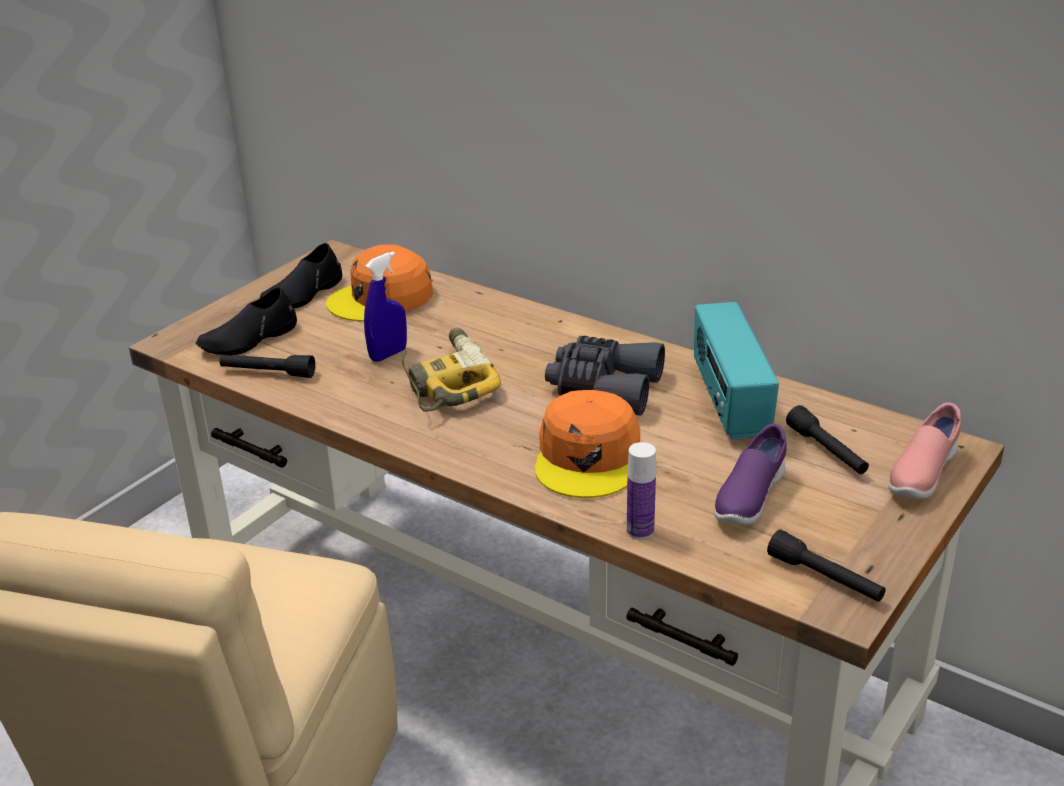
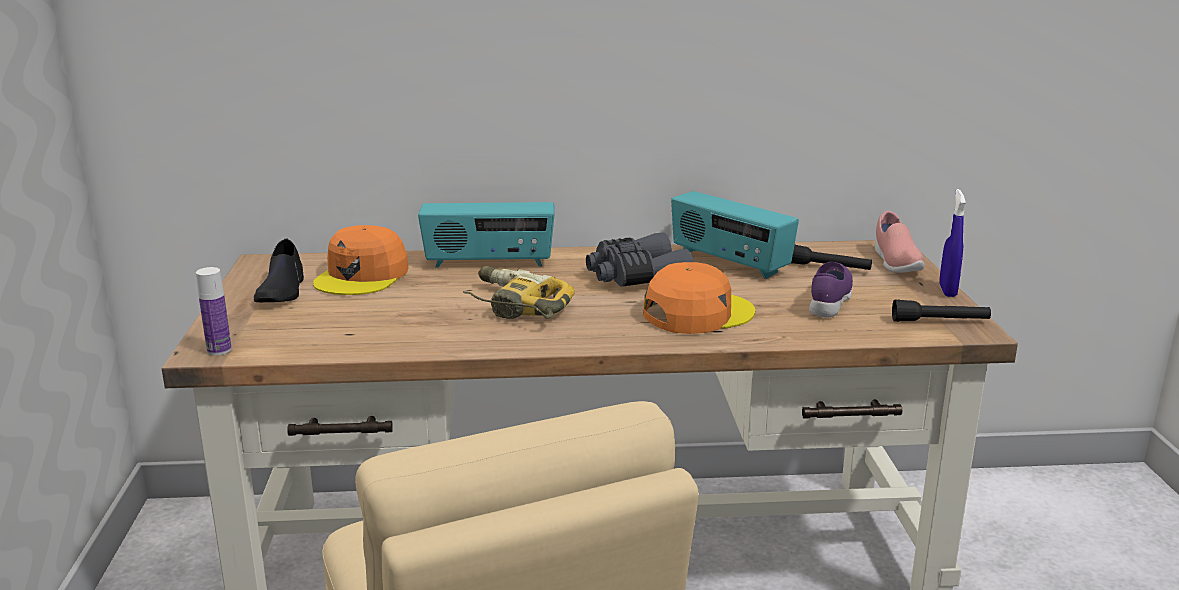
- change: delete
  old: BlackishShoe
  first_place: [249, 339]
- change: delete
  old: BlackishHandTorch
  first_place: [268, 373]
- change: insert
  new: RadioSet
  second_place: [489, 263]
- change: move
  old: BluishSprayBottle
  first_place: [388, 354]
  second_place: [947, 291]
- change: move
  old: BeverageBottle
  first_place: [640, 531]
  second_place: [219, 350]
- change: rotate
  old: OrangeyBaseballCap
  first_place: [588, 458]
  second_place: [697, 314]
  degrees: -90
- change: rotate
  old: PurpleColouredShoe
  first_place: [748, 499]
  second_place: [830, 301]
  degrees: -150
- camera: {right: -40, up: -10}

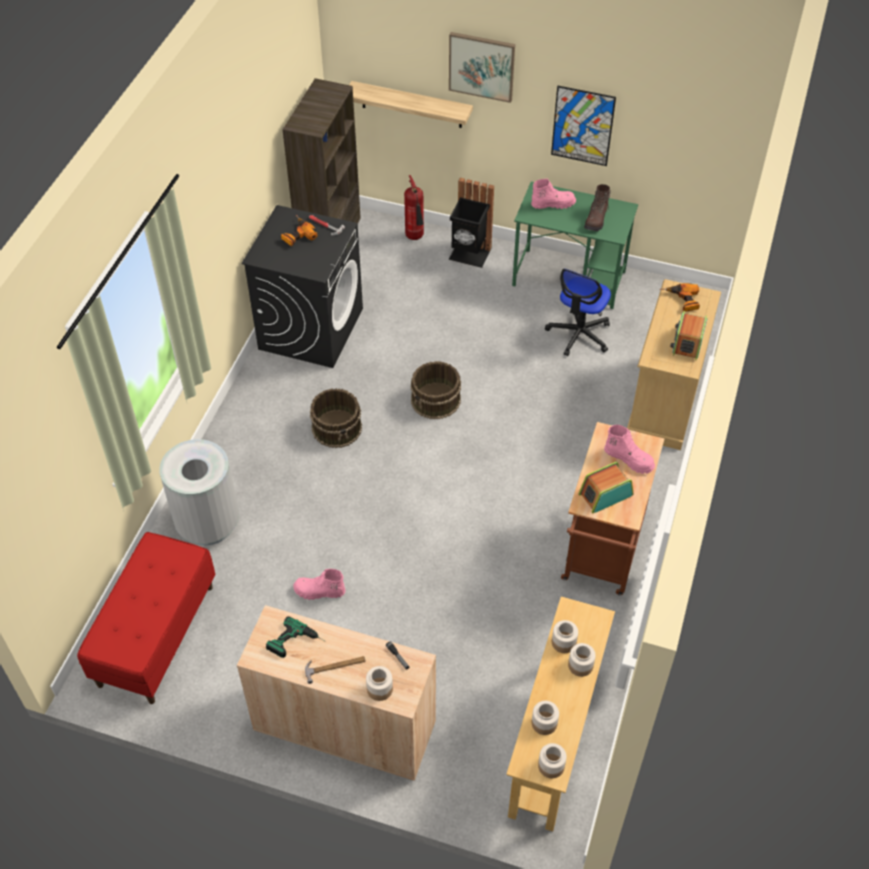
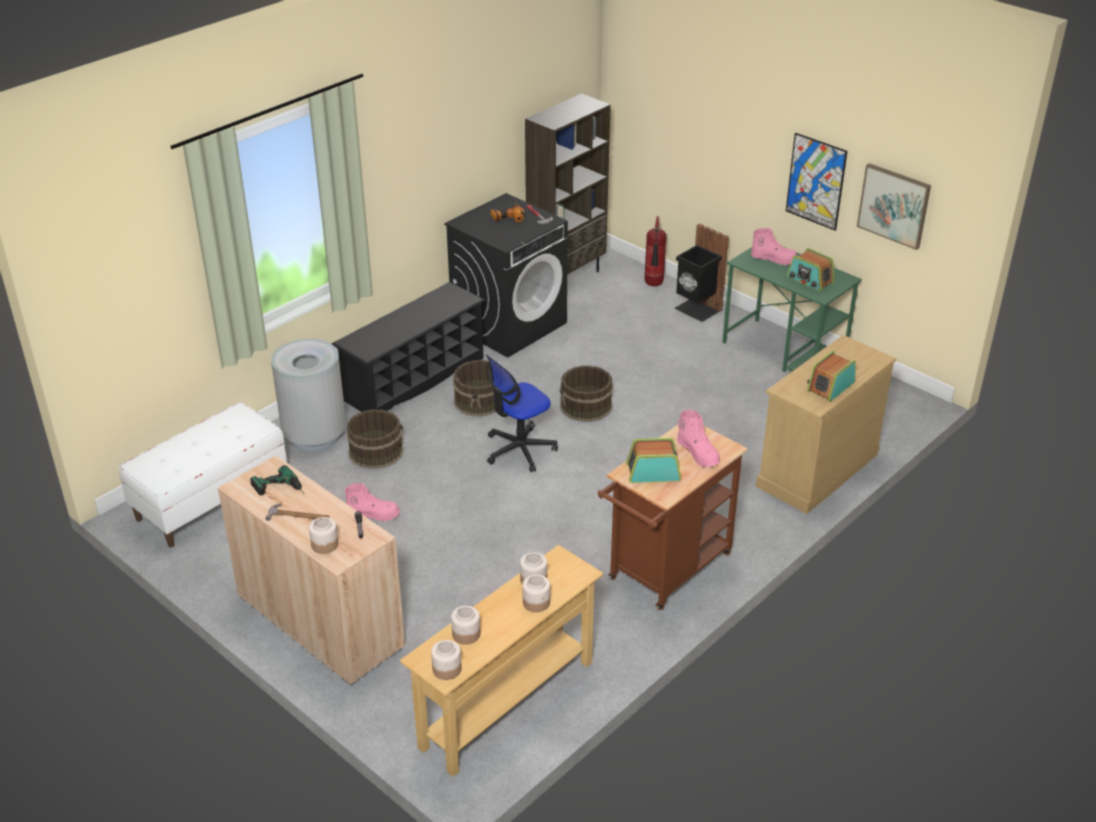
- change: delete
  old: BracketShelf
  first_place: [411, 105]
- change: delete
  old: PowerDrill
  first_place: [682, 301]
- change: insert
  new: BlackishShoeRack
  second_place: [414, 379]
- change: insert
  new: BrownBucket
  second_place: [376, 451]
- change: move
  old: WallArt
  first_place: [481, 66]
  second_place: [894, 205]
- change: move
  old: DeskChair
  first_place: [579, 334]
  second_place: [519, 450]
- change: replace
  old: BrownHighTopBoot
  new: RadioSet
  first_place: [596, 219]
  second_place: [810, 280]
- change: recolor
  old: ReddishBench
  new: WhitishBench
  first_place: [156, 635]
  second_place: [211, 499]
- change: rotate
  old: PinkishHighTopBoot
  first_place: [319, 592]
  second_place: [373, 514]
  degrees: 150
- camera: {right: 25, up: -15}

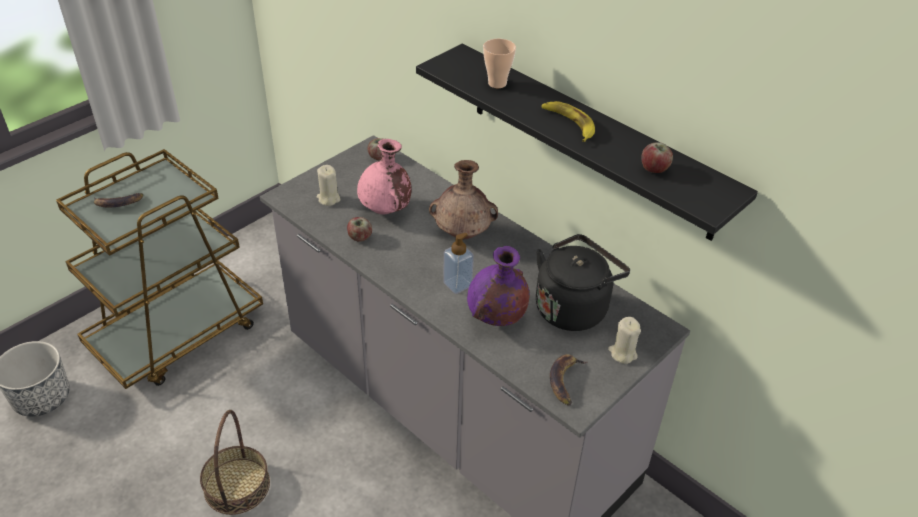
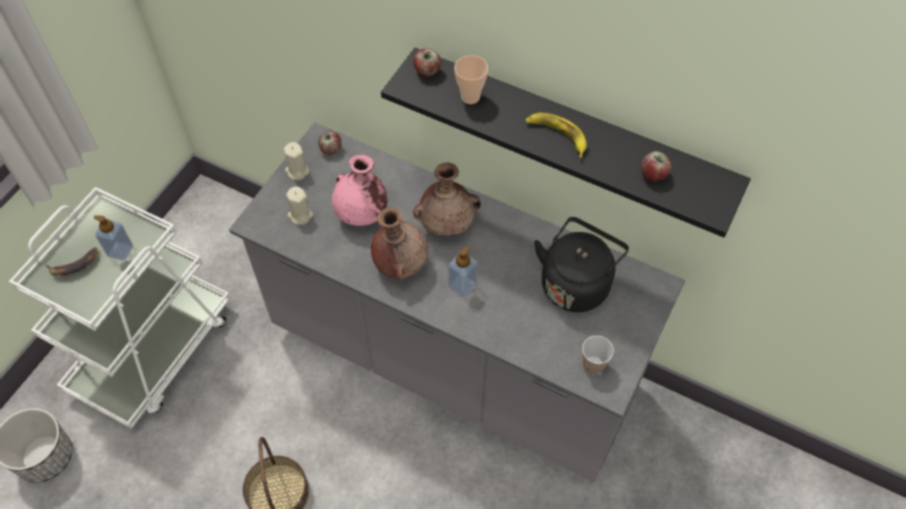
- change: delete
  old: PurpleColouredDecorativeVase
  first_place: [496, 317]
- change: insert
  new: SoapBottle
  second_place: [120, 251]
- change: insert
  new: BrownDecorativeVase
  second_place: [400, 263]
- change: move
  old: AppleFruit
  first_place: [360, 238]
  second_place: [427, 71]
- change: move
  old: BeigeColouredWaxLight
  first_place: [622, 353]
  second_place: [297, 171]
- change: replace
  old: BananaFruit
  new: DrinkingCup
  first_place: [565, 380]
  second_place: [593, 365]
- change: recolor
  old: BrownCart
  new: WhitishCart
  first_place: [178, 334]
  second_place: [153, 350]
- camera: {right: -15, up: 15}

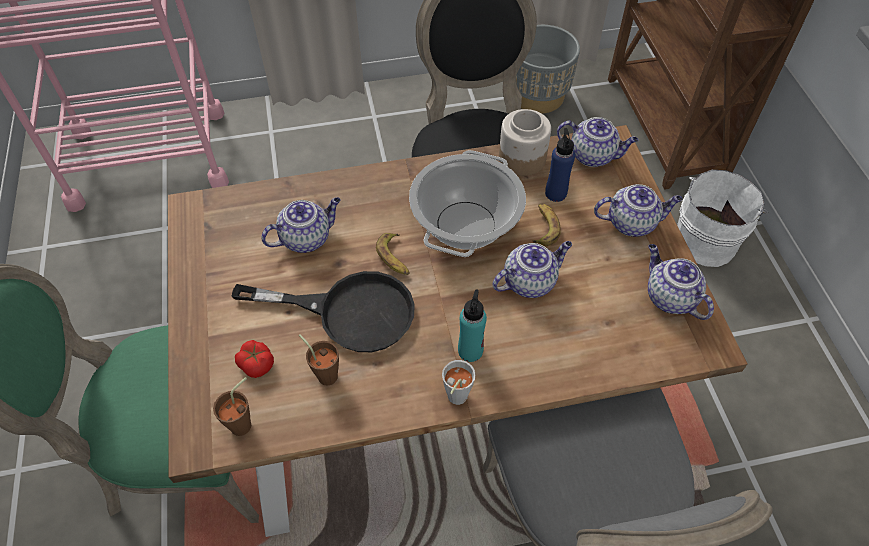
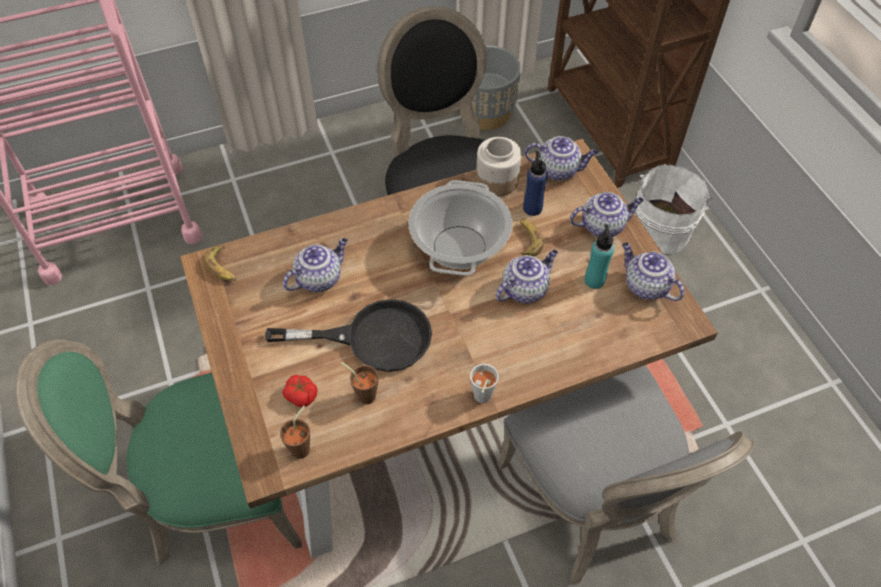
- change: move
  old: BananaFruit
  first_place: [394, 258]
  second_place: [222, 267]
- change: move
  old: TurquoiseBeverageBottle
  first_place: [470, 350]
  second_place: [594, 280]
- camera: {right: -10, up: 0}

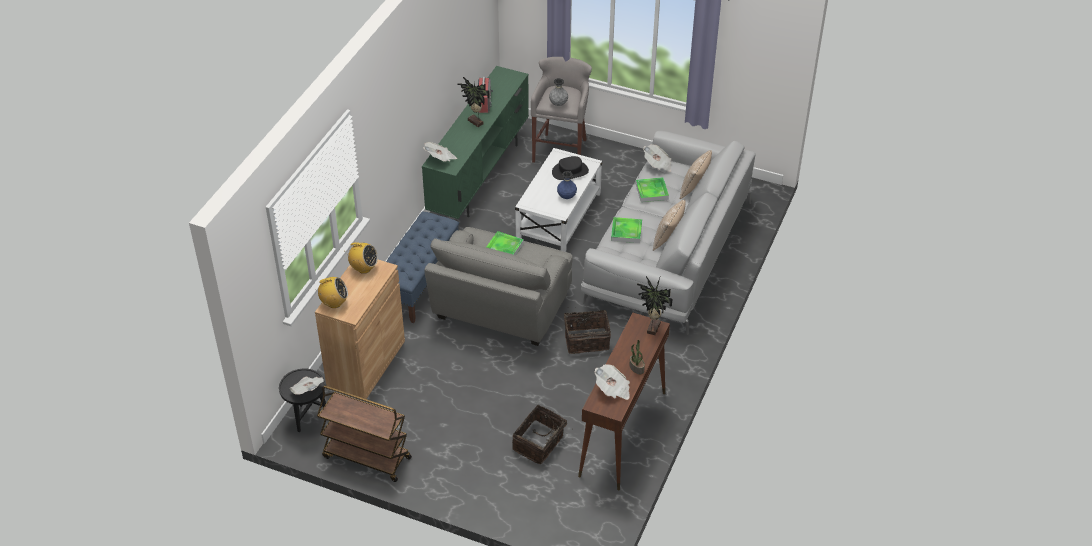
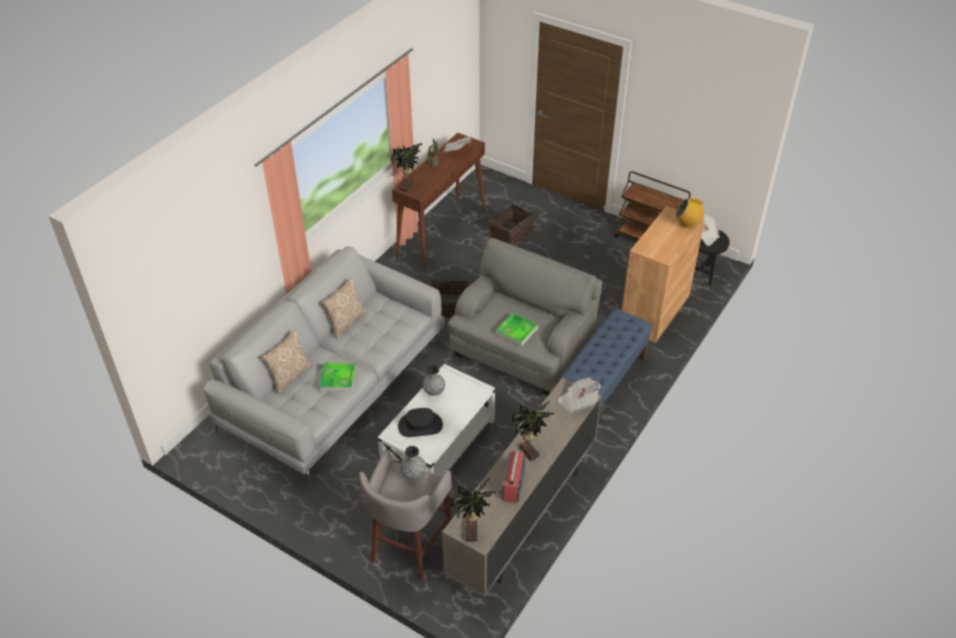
- change: delete
  old: RadioSet
  first_place: [363, 268]
- change: delete
  old: ServingTray
  first_place: [626, 232]
- change: delete
  old: DailyPaper
  first_place: [657, 164]
- change: insert
  new: PottedPlant
  second_place: [473, 532]
- change: recolor
  old: GreenTvStand
  new: BeigeColouredTvStand
  first_place: [479, 176]
  second_place: [522, 518]
- change: recolor
  old: BluishDecorativeVase
  new: GreyDecorativeVase
  first_place: [566, 197]
  second_place: [434, 392]
- camera: {right: -170, up: 0}

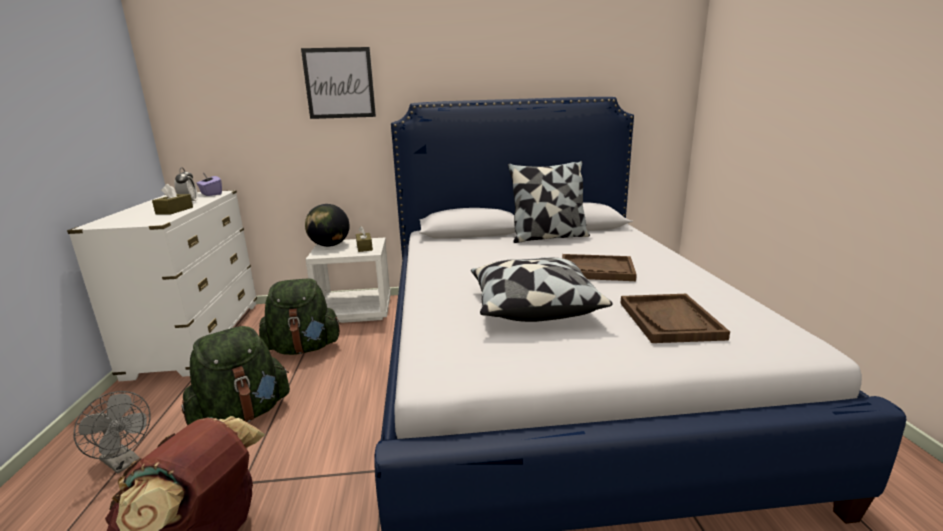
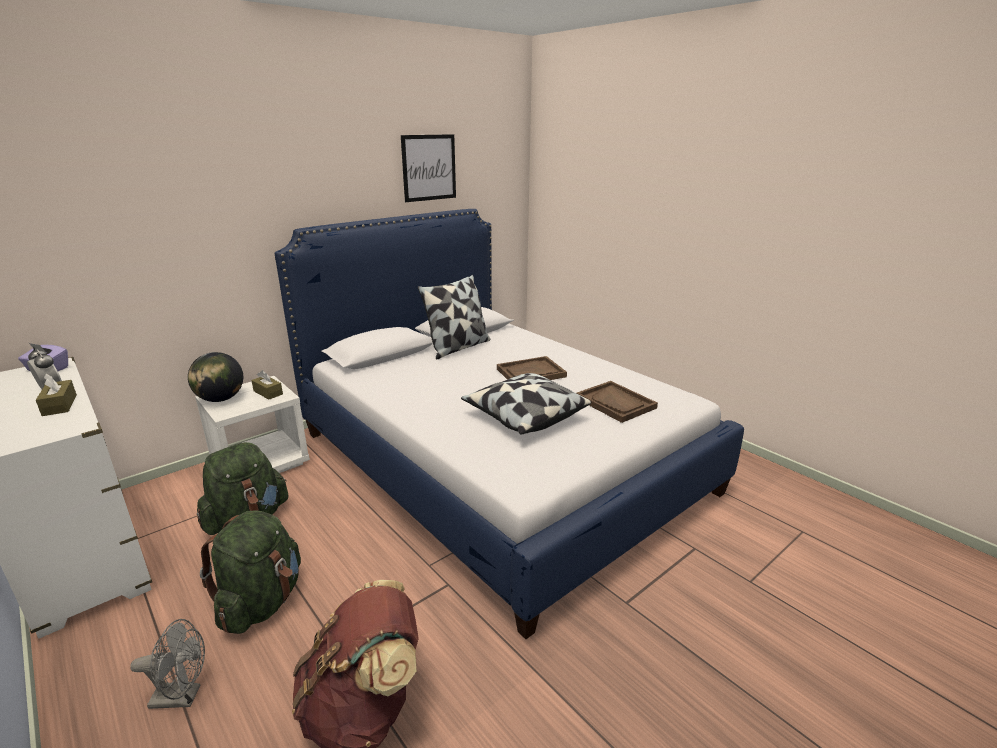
- change: move
  old: WallArt
  first_place: [339, 83]
  second_place: [429, 167]
- camera: {right: -35, up: 5}

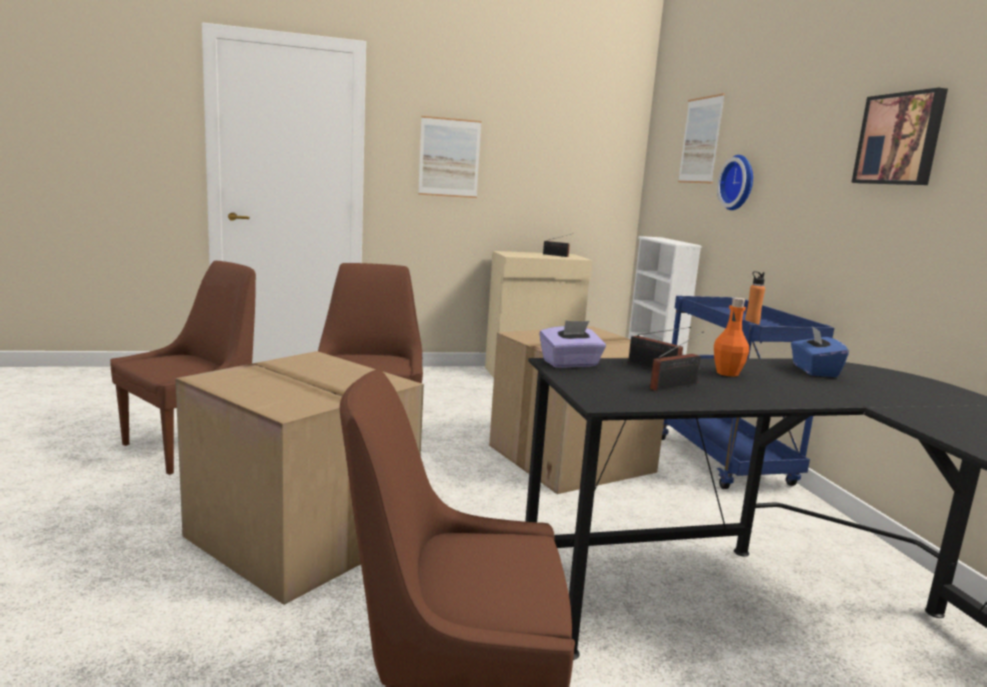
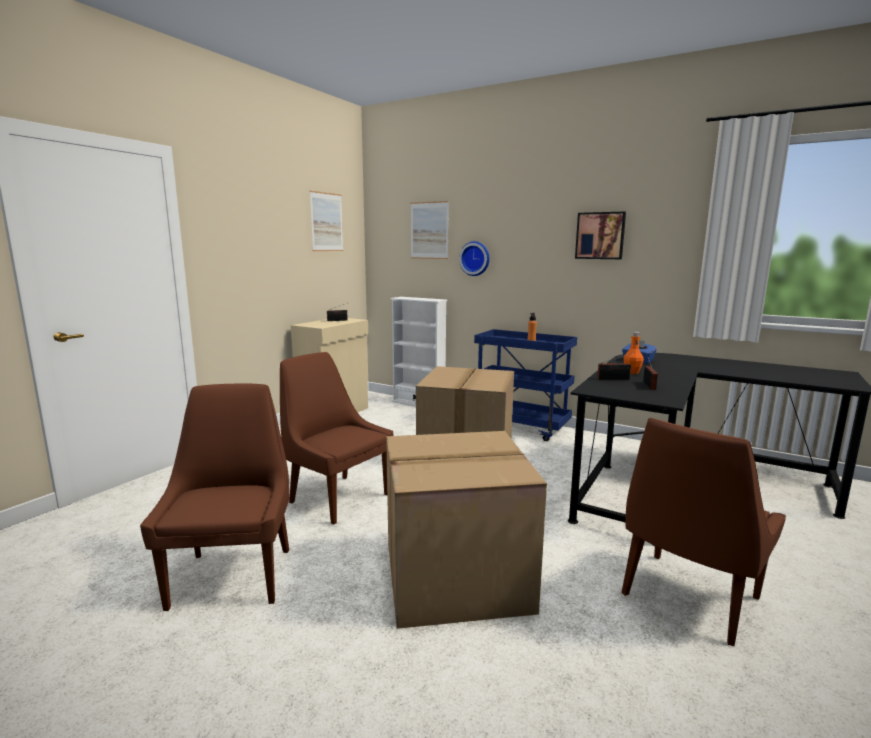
- change: delete
  old: PurpleColouredBoxOfTissues
  first_place: [570, 364]
- change: move
  old: WallArt
  first_place: [449, 157]
  second_place: [327, 222]
- camera: {right: -45, up: 0}

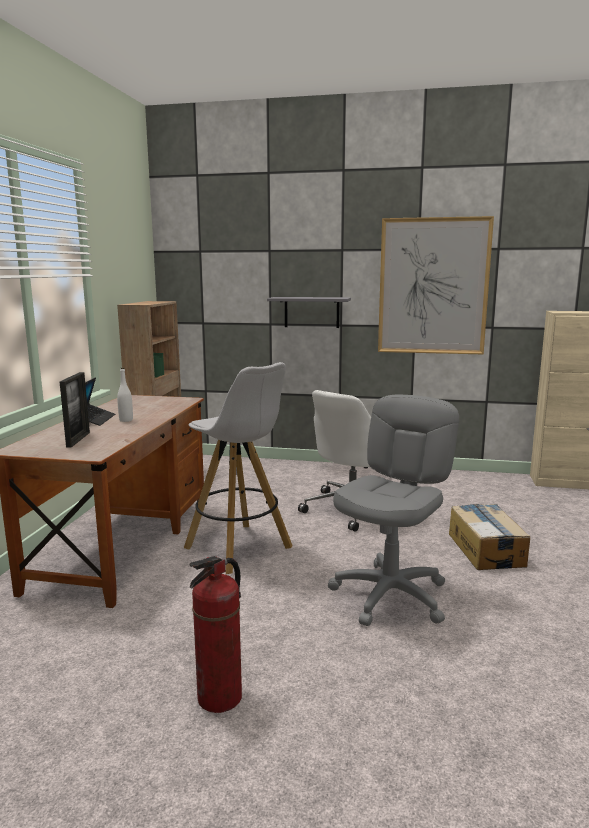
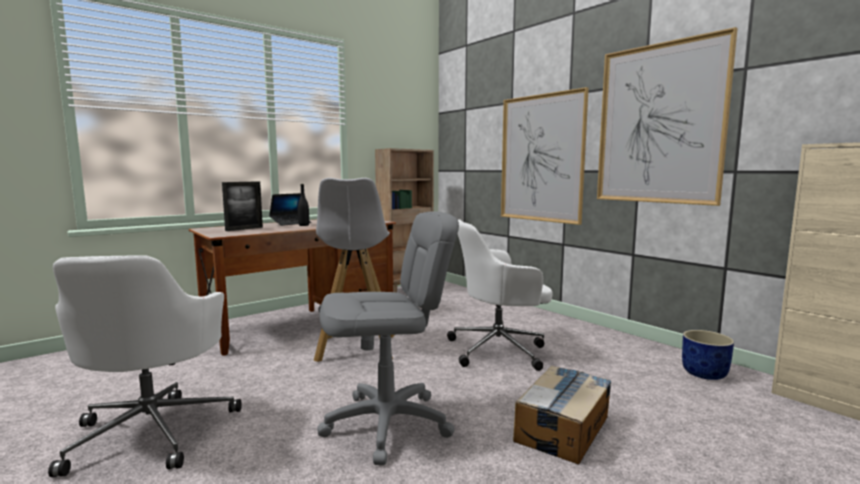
- change: insert
  new: BluishPlanter
  second_place: [703, 373]
- change: replace
  old: FireFightingCylinder
  new: WhitishDeskChair
  first_place: [220, 697]
  second_place: [153, 431]
- change: replace
  old: GreyBracketShelf
  new: WallArt
  first_place: [311, 312]
  second_place: [541, 158]
- change: recolor
  old: WhitishBeverageBottle
  new: BlackishBeverageBottle
  first_place: [126, 420]
  second_place: [303, 225]
- camera: {right: 40, up: -5}

